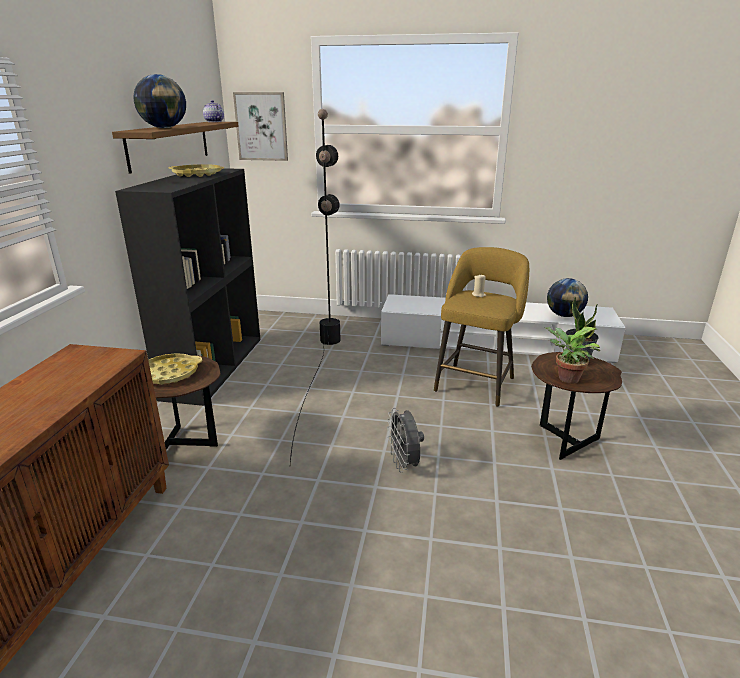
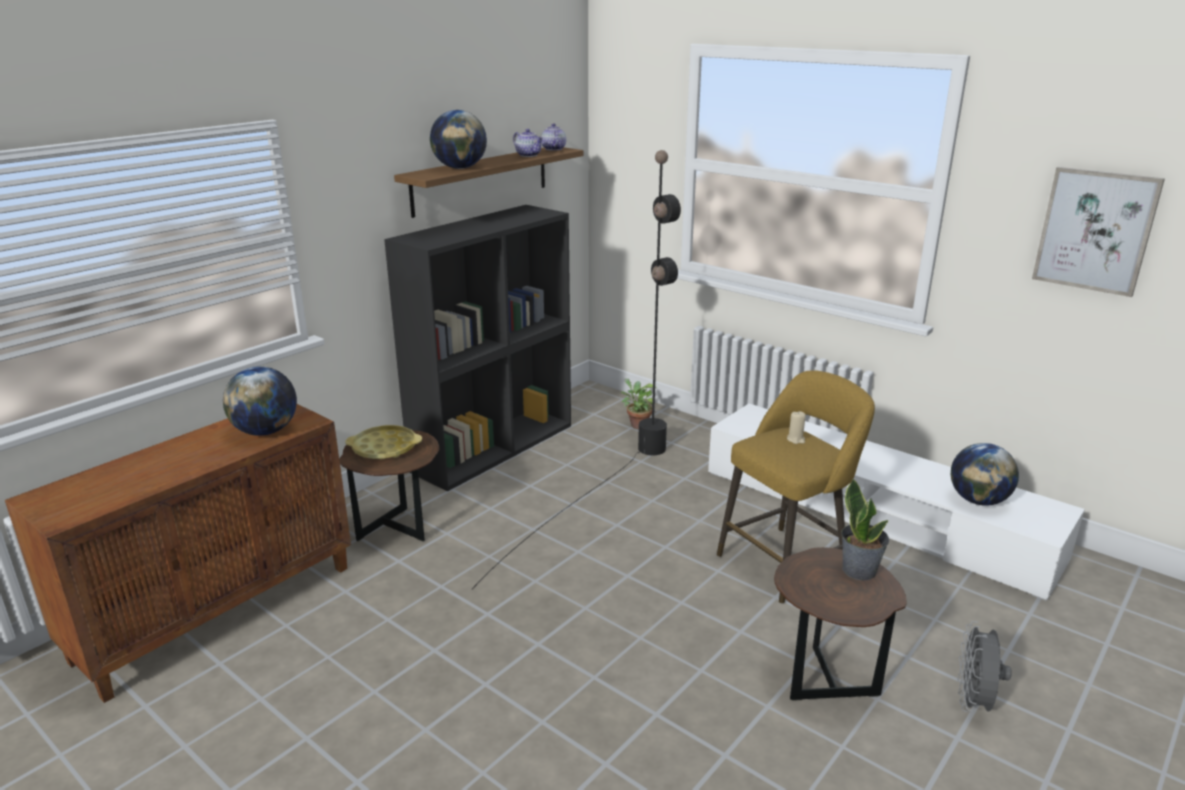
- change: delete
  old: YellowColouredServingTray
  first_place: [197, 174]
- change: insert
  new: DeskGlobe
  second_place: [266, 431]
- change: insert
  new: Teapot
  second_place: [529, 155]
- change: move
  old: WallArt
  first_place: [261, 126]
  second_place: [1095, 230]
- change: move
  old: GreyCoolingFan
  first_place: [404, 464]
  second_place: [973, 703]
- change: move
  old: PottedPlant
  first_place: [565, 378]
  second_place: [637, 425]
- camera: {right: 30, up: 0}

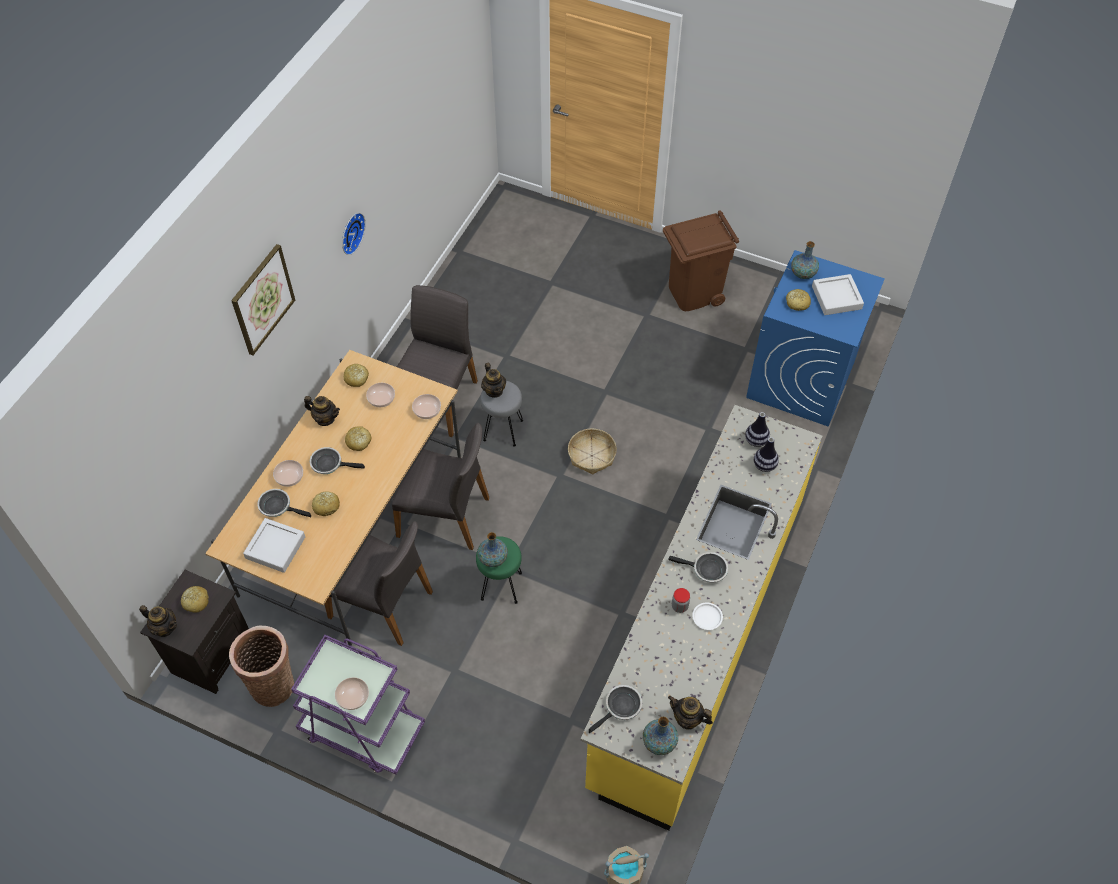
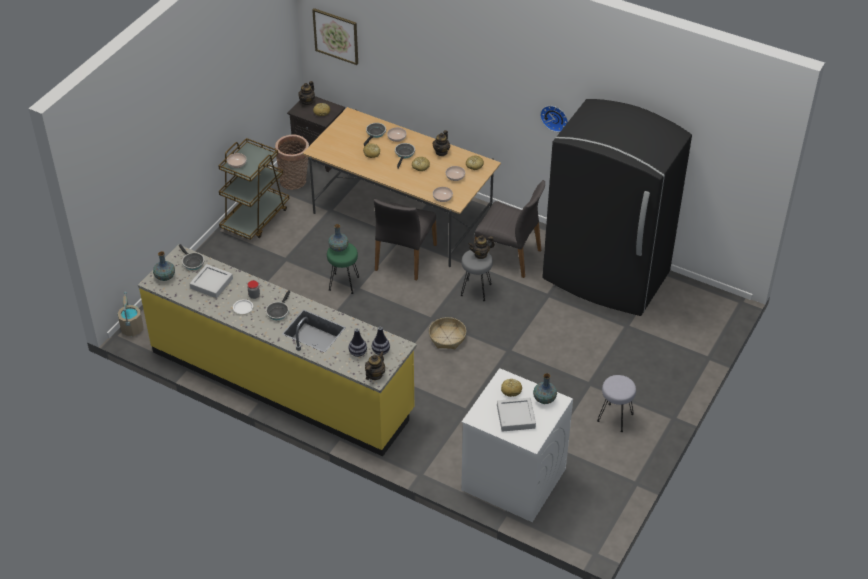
- change: delete
  old: GreyPlainChair
  first_place: [382, 603]
- change: insert
  new: BlackishKitchenFridge
  second_place: [605, 277]
- change: move
  old: WallArt
  first_place: [262, 299]
  second_place: [336, 36]
- change: move
  old: GreyServingTray
  first_place: [275, 547]
  second_place: [211, 283]
- change: move
  old: Teapot
  first_place: [687, 719]
  second_place: [375, 375]
- change: replace
  old: BrownTrashCan
  new: GreySittingStool
  first_place: [694, 293]
  second_place: [615, 418]
- change: recolor
  old: PurpleColouredCart
  new: BrownCart
  first_place: [362, 729]
  second_place: [255, 218]
- change: recolor
  old: BluishLaundryMachine
  new: WhitishLaundryMachine
  first_place: [801, 379]
  second_place: [513, 479]
- camera: {right: 95, up: -10}

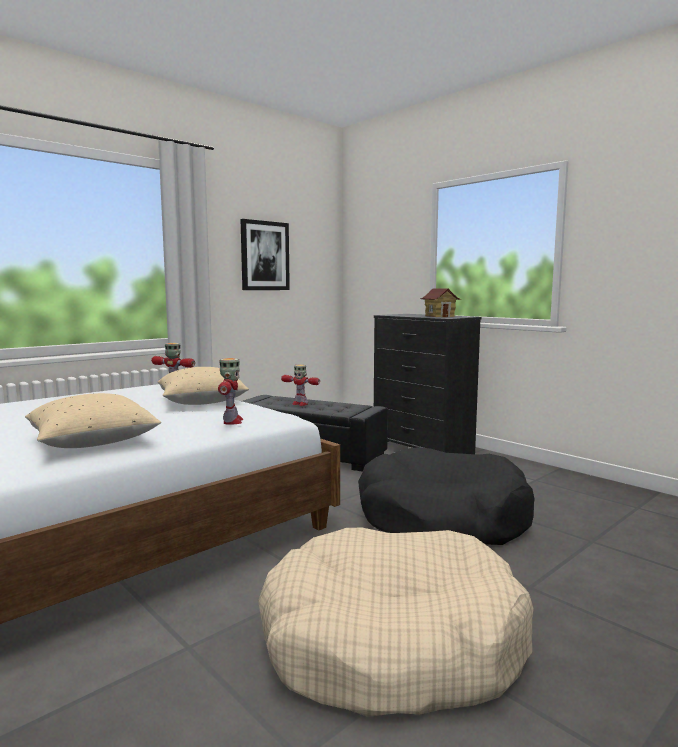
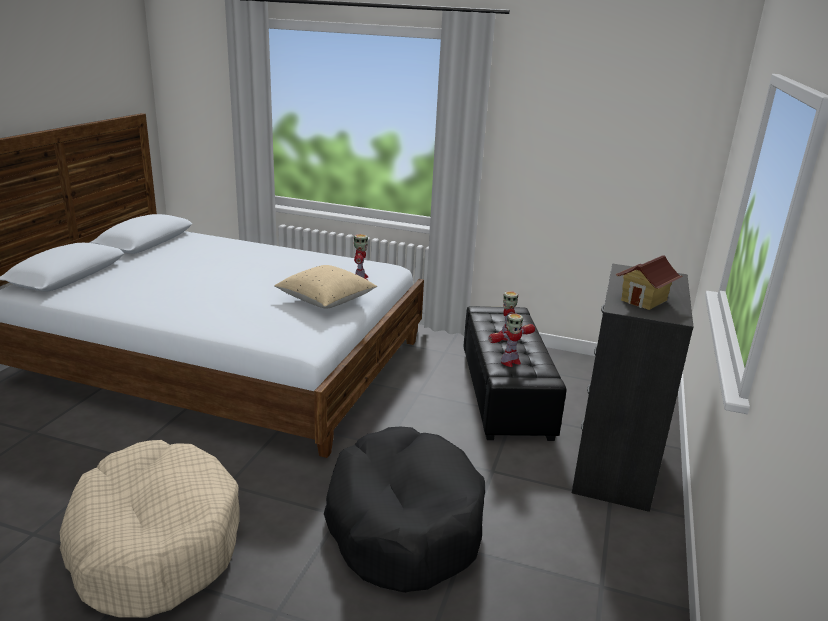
- change: delete
  old: BeigeColouredPillow
  first_place: [93, 442]
- change: delete
  old: WallArt
  first_place: [264, 256]
- change: move
  old: RobotFigure
  first_place: [232, 421]
  second_place: [510, 362]
- camera: {right: 60, up: 15}

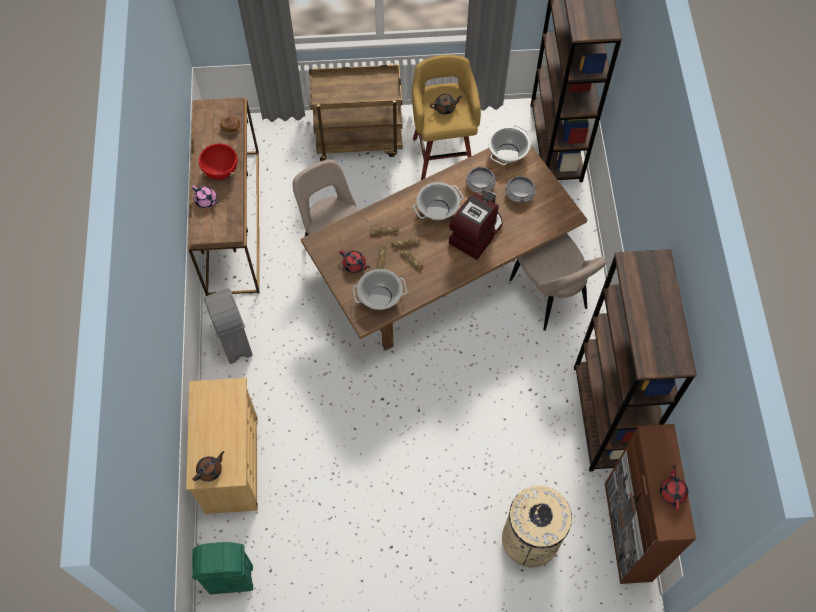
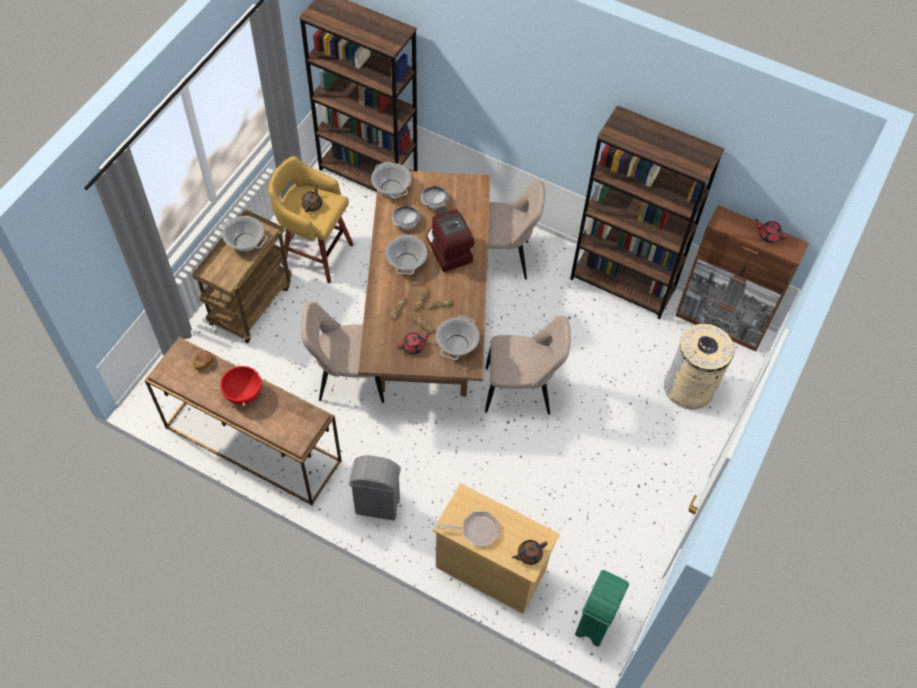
- change: delete
  old: PinkishTeapot
  first_place: [206, 201]
- change: insert
  new: Saucepot
  second_place: [245, 242]
- change: insert
  new: Pan
  second_place: [476, 530]
- change: insert
  new: BeigeColouredPlainChair
  second_place: [521, 391]
- change: rotate
  old: BrownTeapot
  first_place: [210, 470]
  second_place: [529, 554]
  degrees: -105
- camera: {right: -60, up: -5}

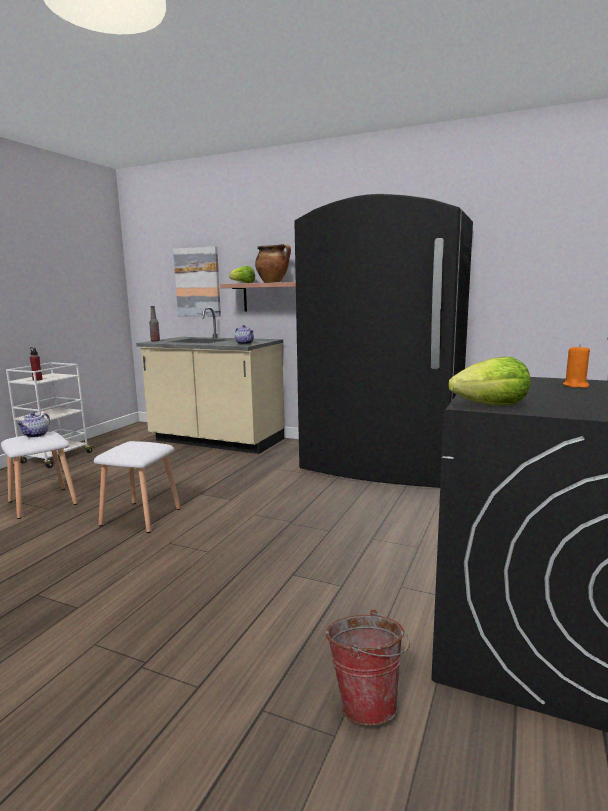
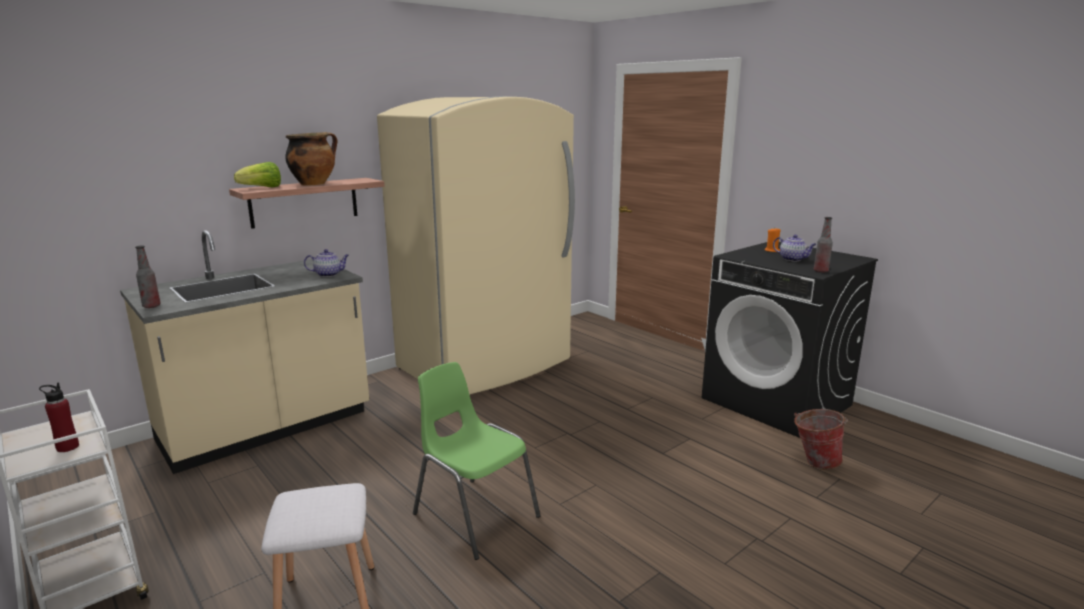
- change: delete
  old: WallArt
  first_place: [198, 282]
- change: move
  old: Teapot
  first_place: [35, 435]
  second_place: [793, 259]
- change: replace
  old: WhitishSittingStool
  new: GreenPlainChair
  first_place: [142, 516]
  second_place: [474, 515]
- change: replace
  old: Lettuce
  new: BeverageBottle
  first_place: [491, 406]
  second_place: [820, 271]
- change: recolor
  old: BlackishKitchenFridge
  new: BeigeColouredKitchenFridge
  first_place: [381, 465]
  second_place: [486, 365]
- camera: {right: -65, up: 5}

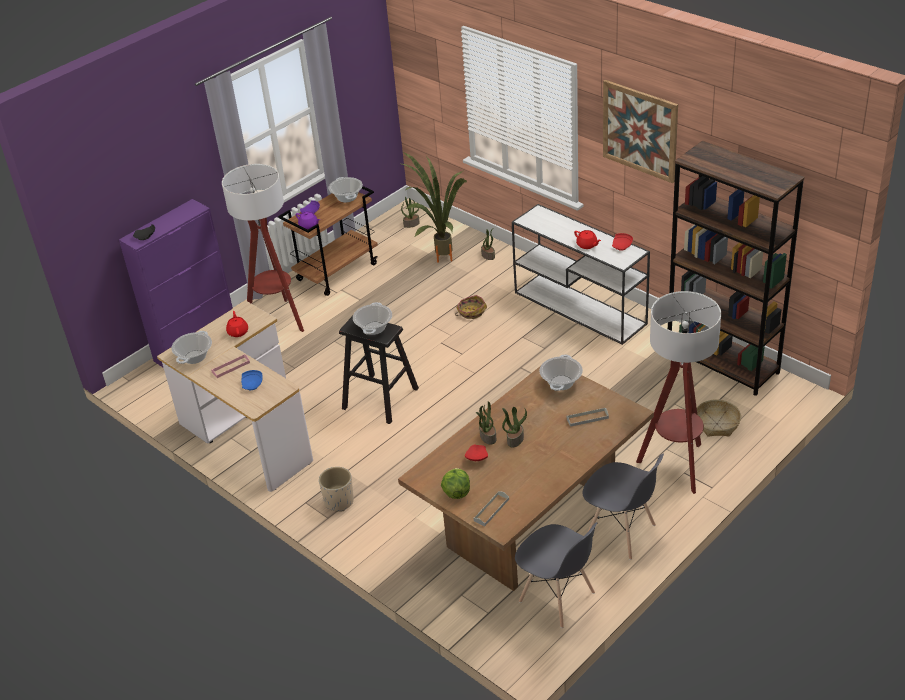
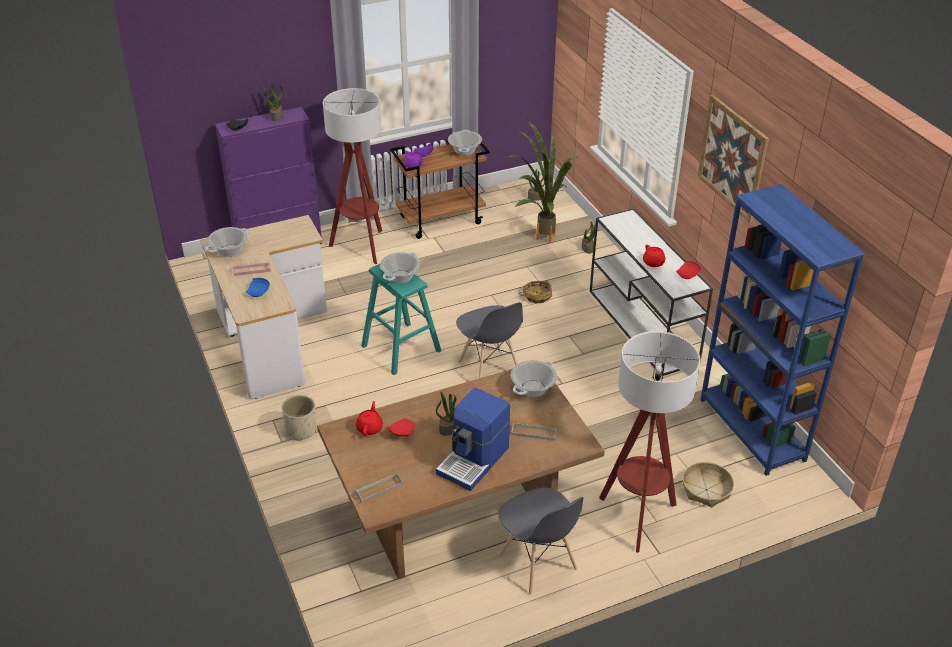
- change: delete
  old: Lettuce
  first_place: [456, 492]
- change: insert
  new: CoffeeMachine
  second_place: [474, 460]
- change: move
  old: ReddishTeapot
  first_place: [238, 332]
  second_place: [370, 428]
- change: move
  old: PottedPlant
  first_place: [487, 437]
  second_place: [276, 116]
- change: move
  old: GreyPlainChair
  first_place: [557, 598]
  second_place: [489, 369]
- change: recolor
  old: BlackishSittingStool
  new: TurquoiseSittingStool
  first_place: [380, 398]
  second_place: [401, 348]
- change: recolor
  old: BrownBookcase
  new: BluishBookcase
  first_place: [722, 363]
  second_place: [752, 430]
- camera: {right: 20, up: 0}

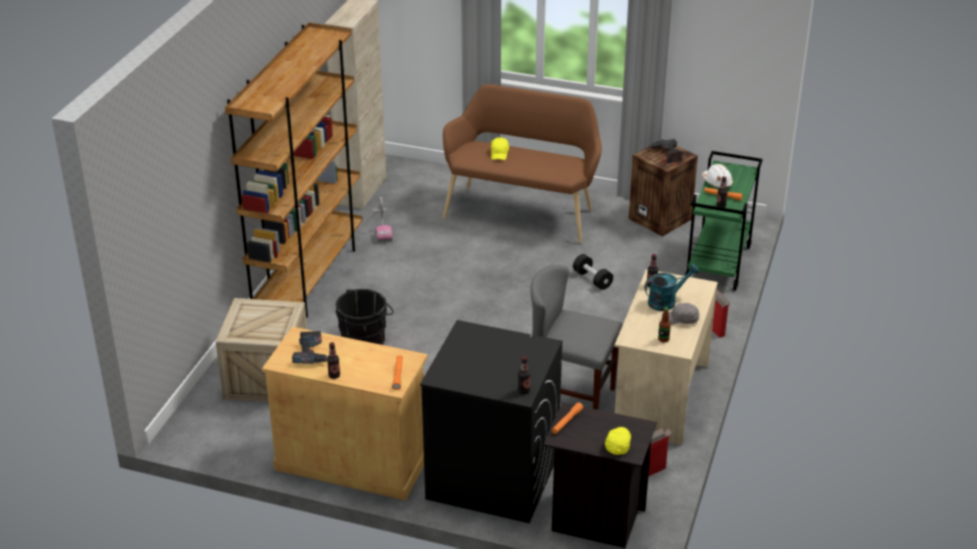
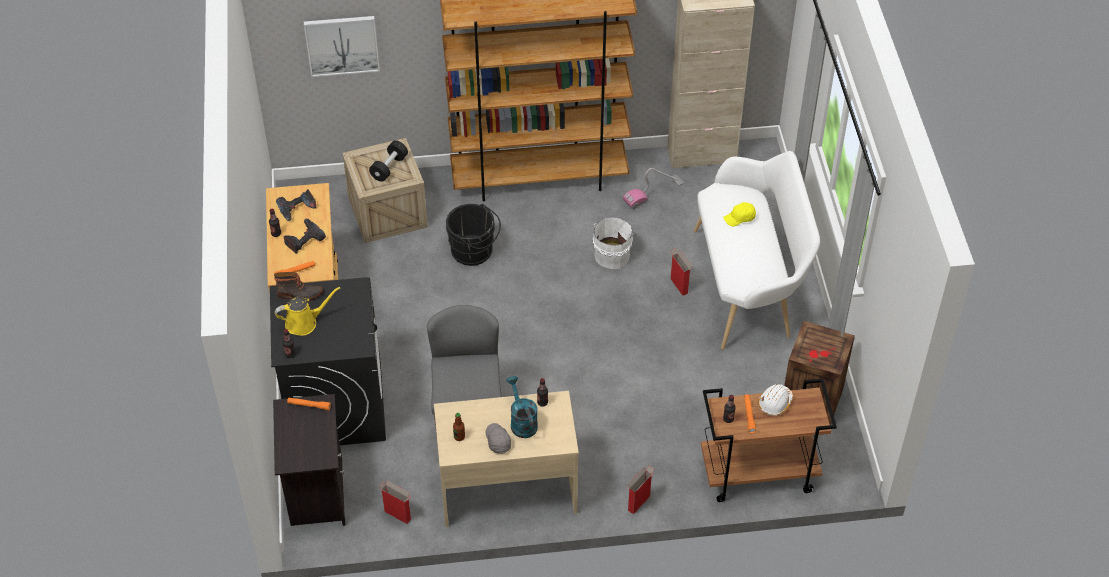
- change: delete
  old: YellowColouredBaseballCap
  first_place: [618, 444]
- change: insert
  new: HighTopBoot
  second_place: [300, 294]
- change: insert
  new: YellowColouredWateringPot
  second_place: [304, 322]
- change: insert
  new: WallArt
  second_place: [342, 45]
- change: insert
  new: WhitishBucket
  second_place: [612, 254]
- change: insert
  new: Carton
  second_place: [678, 285]
- change: move
  old: BlackishDumbbell
  first_place: [592, 279]
  second_place: [389, 167]
- change: move
  old: PowerDrill
  first_place: [667, 154]
  second_place: [304, 239]
- change: recolor
  old: BrownBench
  new: WhitishBench
  first_place: [522, 211]
  second_place: [748, 284]
- change: recolor
  old: GreenCart
  new: BrownCart
  first_place: [718, 265]
  second_place: [757, 474]
- change: rotate
  old: TurquoiseWateringPot
  first_place: [666, 301]
  second_place: [522, 422]
  degrees: -150
- camera: {right: 65, up: 15}

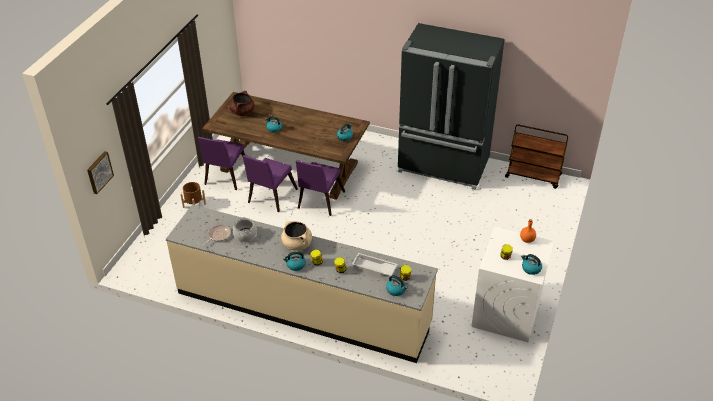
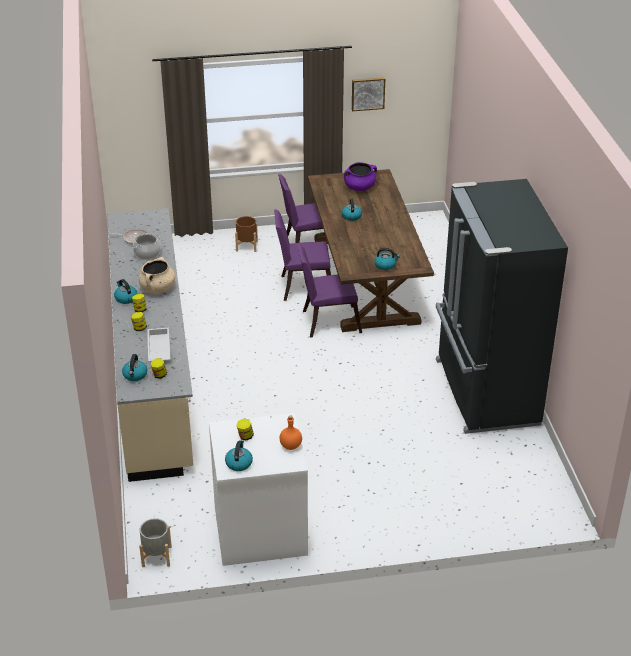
- change: delete
  old: BrownCart
  first_place: [533, 176]
- change: insert
  new: GreyPlanter
  second_place: [156, 556]
- change: move
  old: WallArt
  first_place: [99, 172]
  second_place: [368, 93]
- change: recolor
  old: BrownSaucepot
  new: PurpleColouredSaucepot
  first_place: [242, 112]
  second_place: [359, 187]
- camera: {right: 60, up: -5}

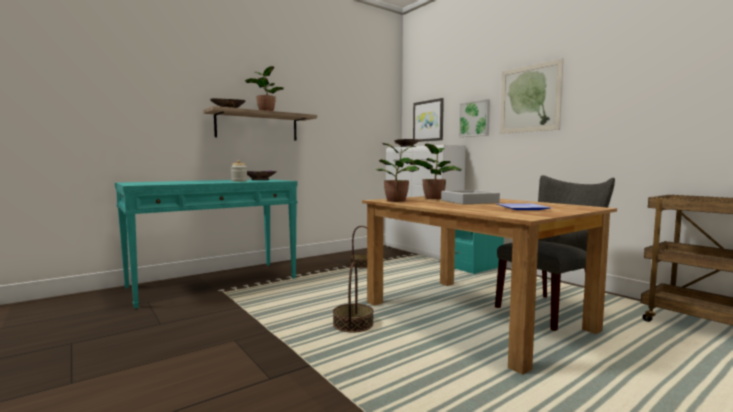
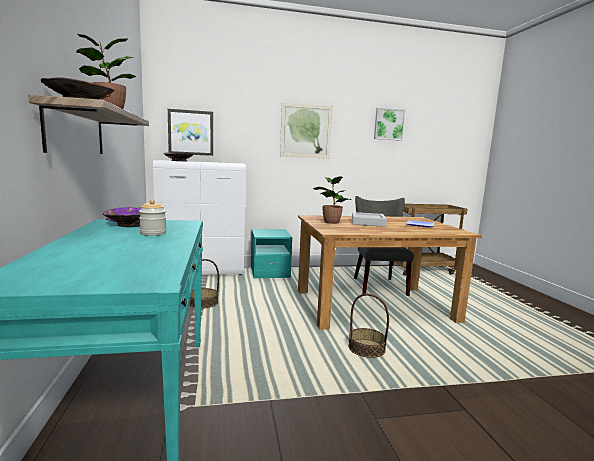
- change: delete
  old: PottedPlant
  first_place: [397, 201]
- change: move
  old: WallArt
  first_place: [475, 119]
  second_place: [388, 124]
- camera: {right: -65, up: 5}

